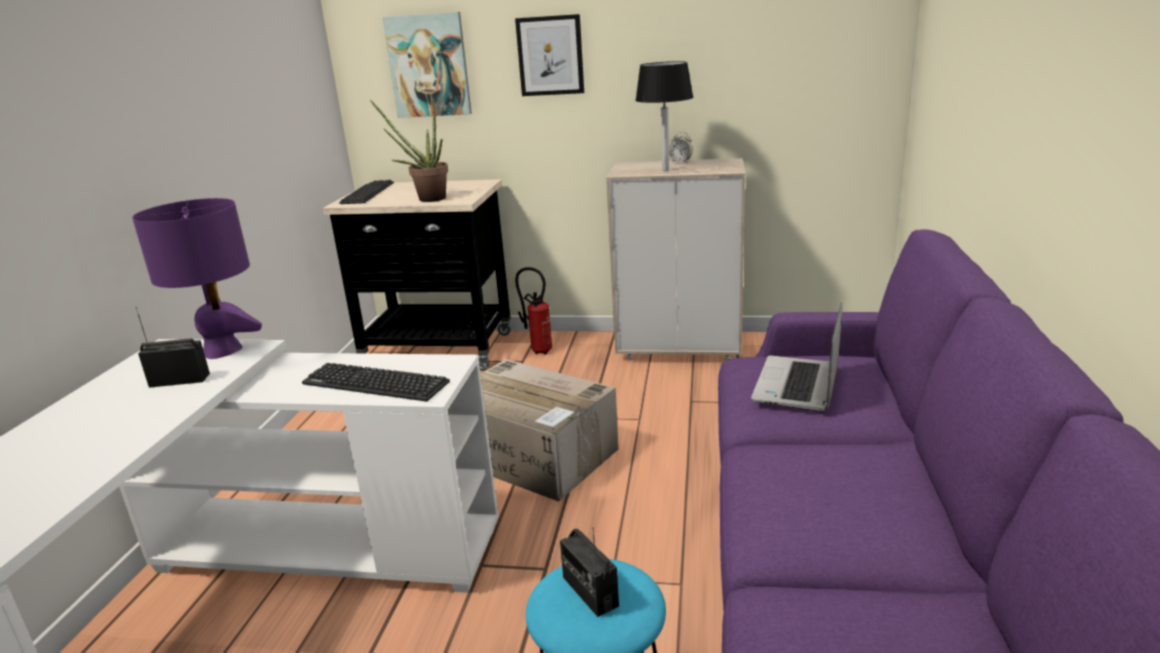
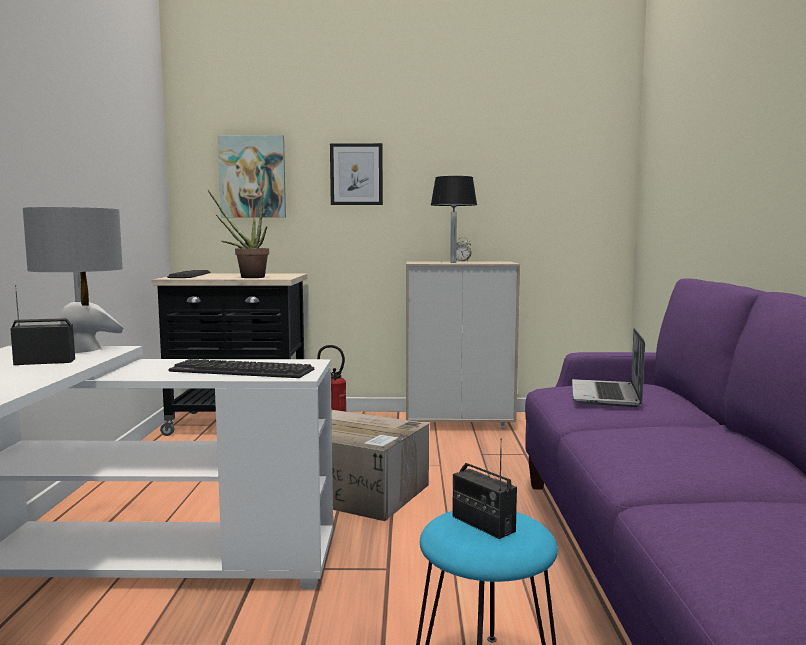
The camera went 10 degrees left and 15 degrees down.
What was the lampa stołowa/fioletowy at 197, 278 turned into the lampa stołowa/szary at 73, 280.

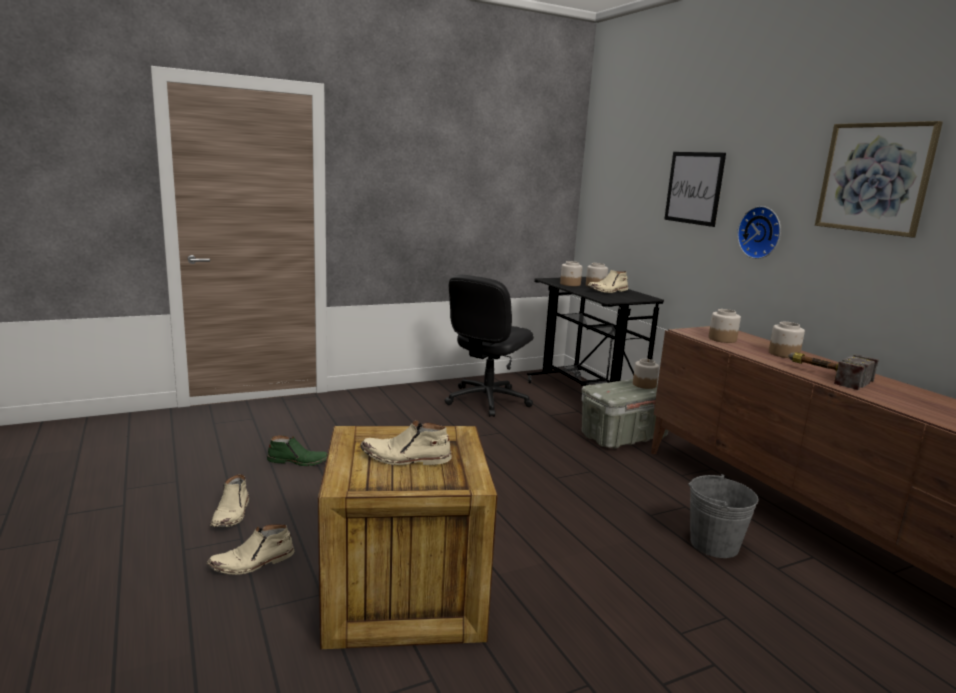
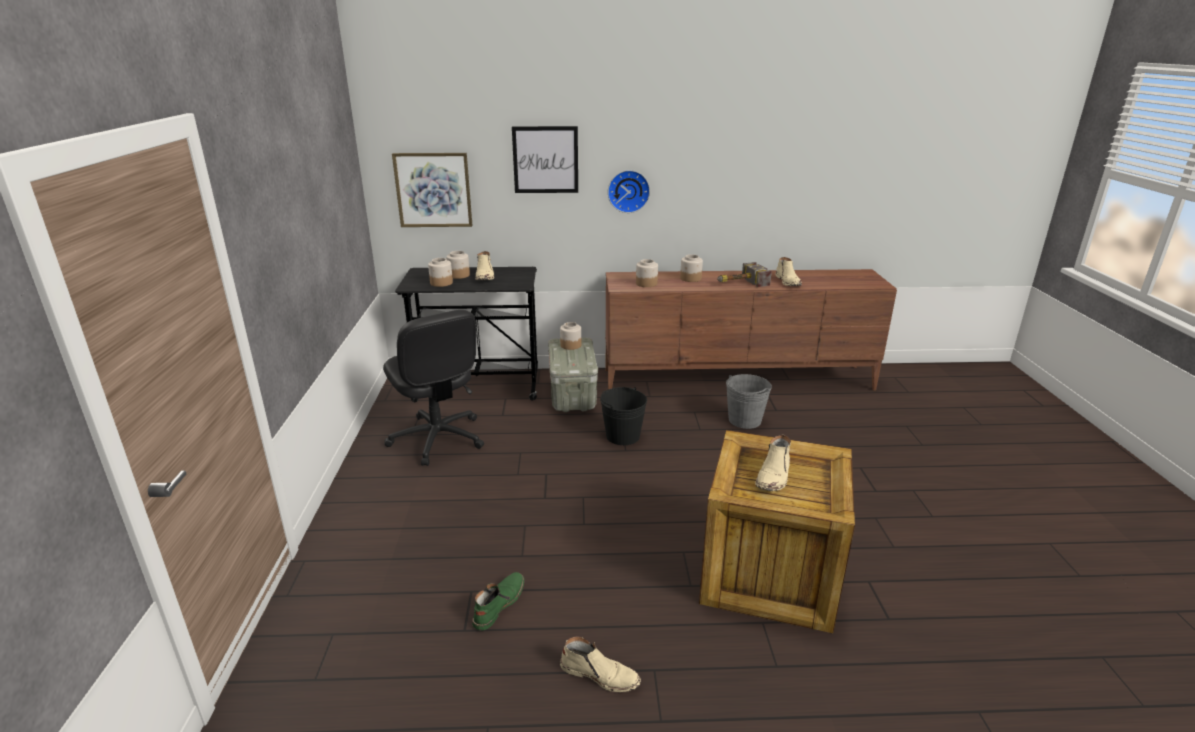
The camera went 65 degrees left and 10 degrees up.
The but z cholewką/beżowy ended up elsewhere, having gone from 250, 549 to 789, 271.
The obraz ended up elsewhere, having gone from 879, 179 to 432, 190.
The second view gained the wiadro/czarny at 623, 416.

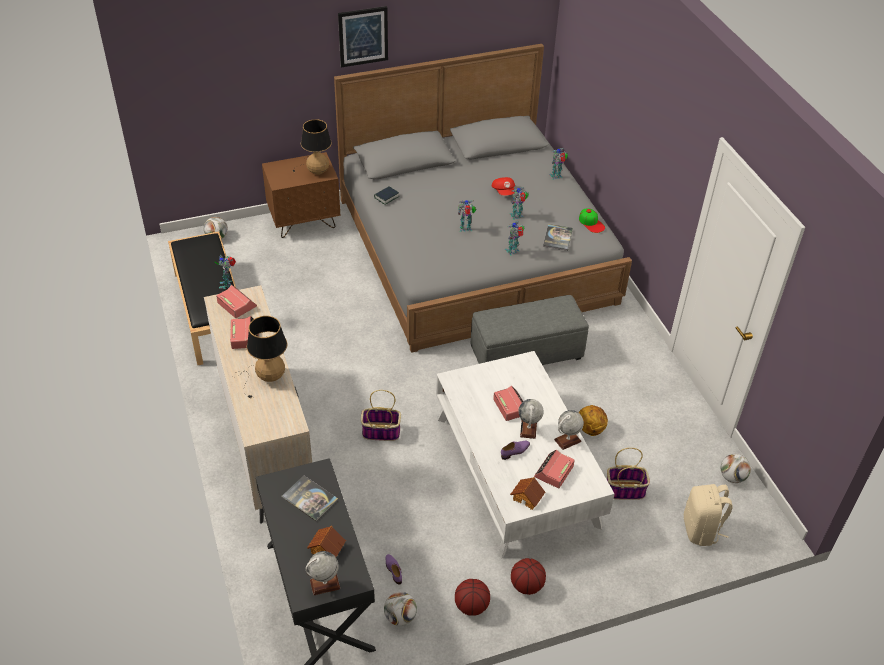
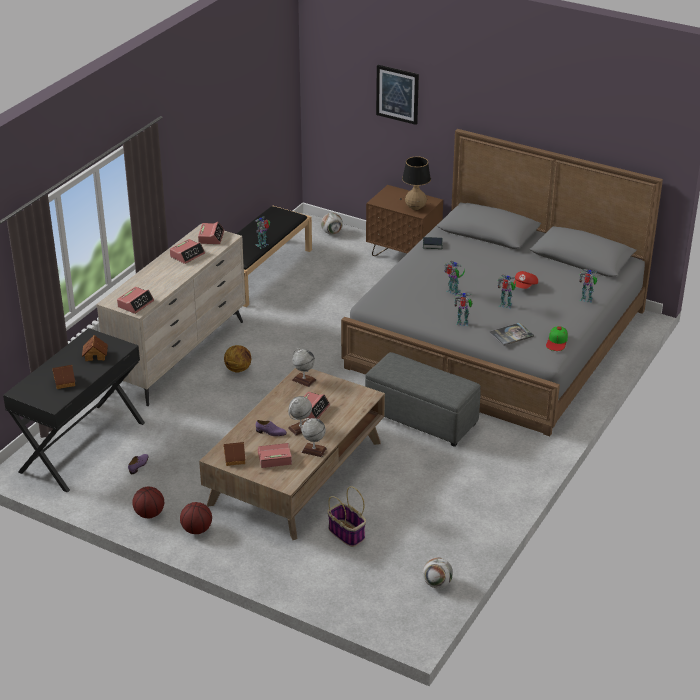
The camera went 50 degrees right and 10 degrees down.
The second view lost the lampa stołowa at 262, 357.
Where the książka stood at 309, 498, the domek came to stand at 95, 348.
The globus ended up elsewhere, having gone from 322, 573 to 304, 367.
The obraz ended up elsewhere, having gone from 363, 36 to 397, 95.
The second view lost the koszyk at 381, 415.
The second view lost the piłka futbolowa at 400, 609.
What was the ława/biały at 525, 454 turned into the ława/brązowy at 292, 454.
The piłka do koszykówki ended up elsewhere, having gone from 593, 420 to 237, 359.
The second view lost the plecak/beżowy at 708, 515.
The second view gained the budzik at 135, 300.

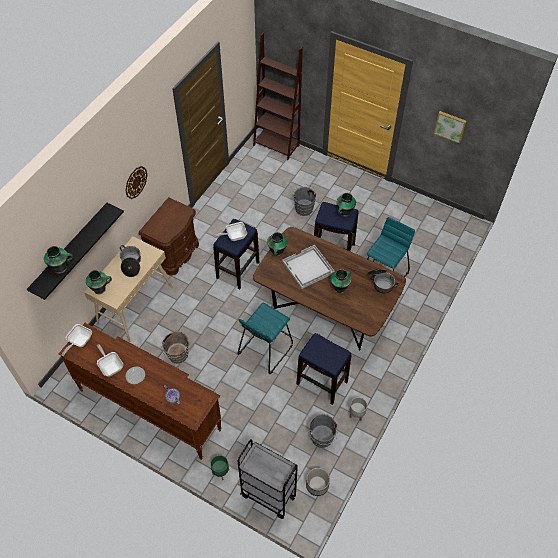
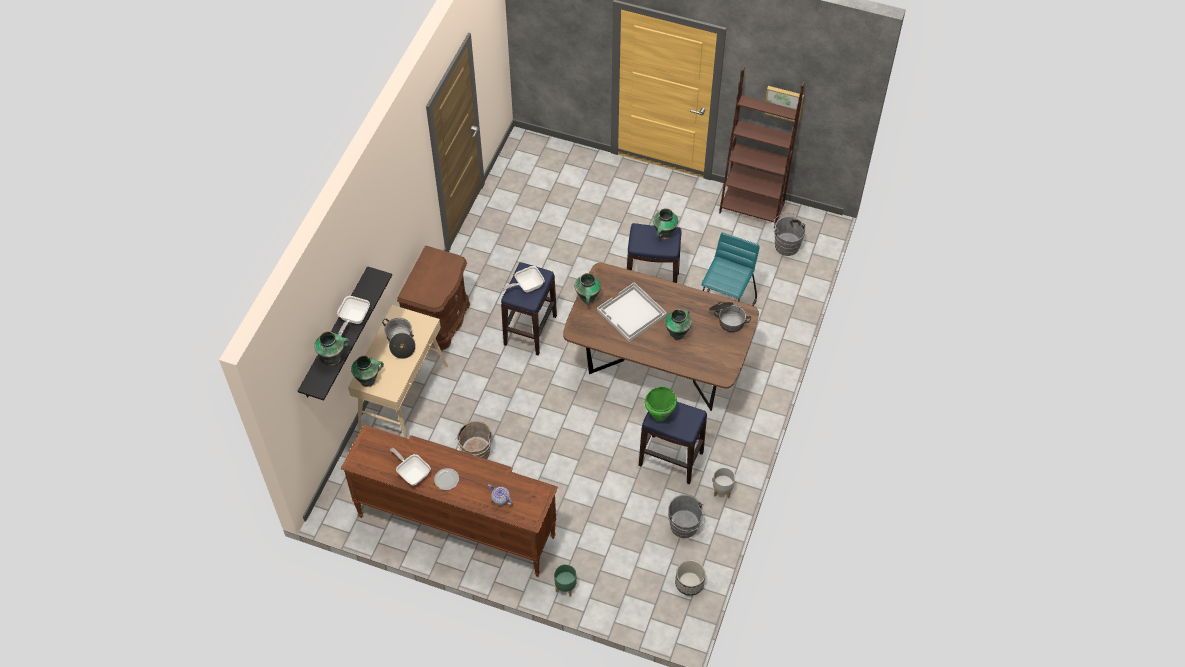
The camera went 10 degrees left and 0 degrees up.
The patelnia ended up elsewhere, having gone from 77, 340 to 353, 316.
The second view lost the zegar ścienny at 136, 182.
The second view lost the stołek/turkusowy at 265, 338.
The second view lost the wózek/szary at 268, 479.
The regał/brązowy ended up elsewhere, having gone from 278, 96 to 762, 147.
The wiadro/szary ended up elsewhere, having gone from 305, 200 to 790, 234.
The second view gained the garnek/zielony at 661, 404.

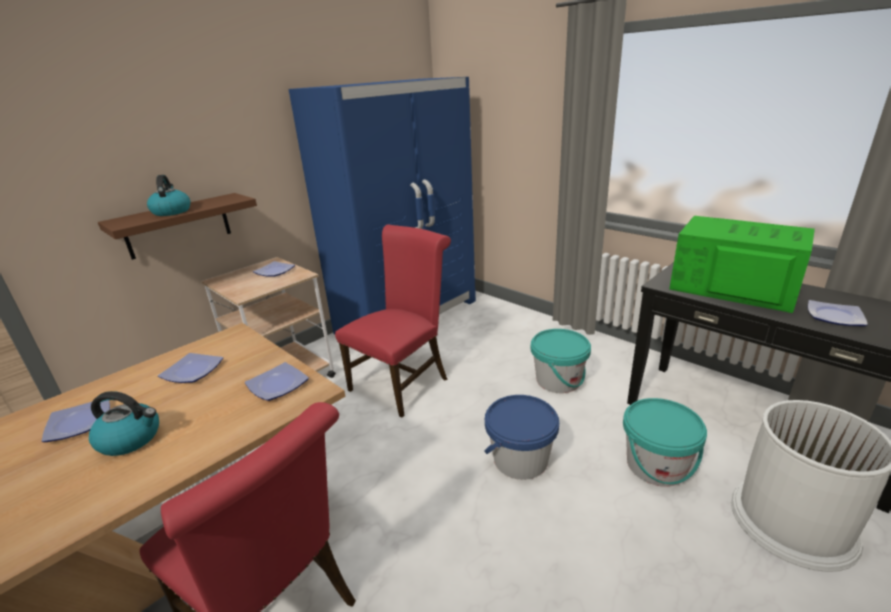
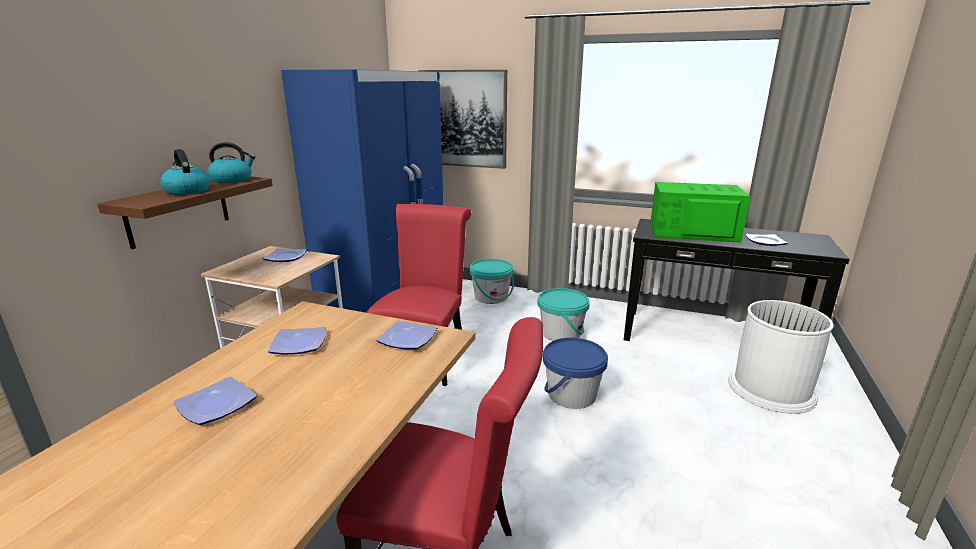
The camera went 25 degrees left and 5 degrees down.
The czajnik ended up elsewhere, having gone from 124, 423 to 232, 162.
The wiadro/turkusowy ended up elsewhere, having gone from 665, 442 to 491, 281.
The second view gained the obraz at 462, 119.

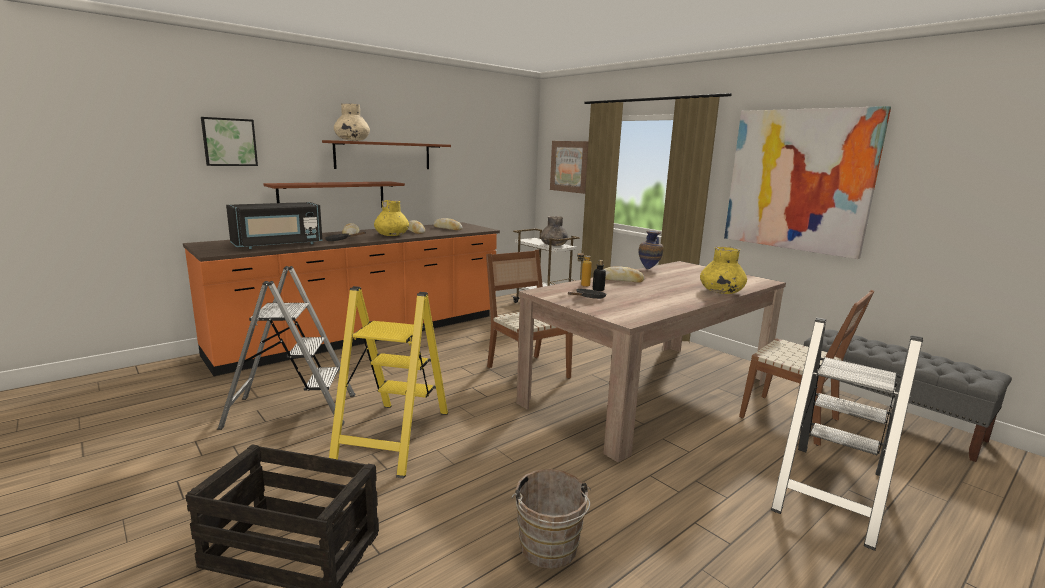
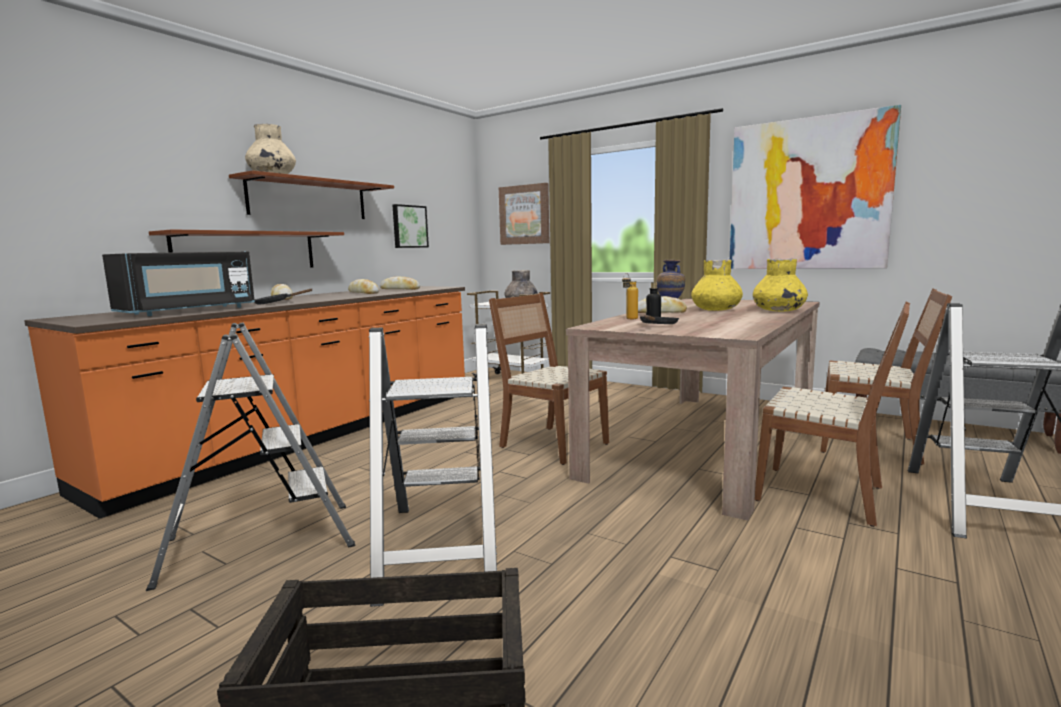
The camera went 15 degrees left and 5 degrees down.
The obraz ended up elsewhere, having gone from 229, 141 to 410, 226.
What was the drabinka/żółty at 388, 382 turned into the drabinka/szary at 433, 465.
The wazon/żółty ended up elsewhere, having gone from 391, 218 to 717, 285.
The second view lost the wiadro/brązowy at 551, 519.
The second view gained the krzesło at 832, 414.

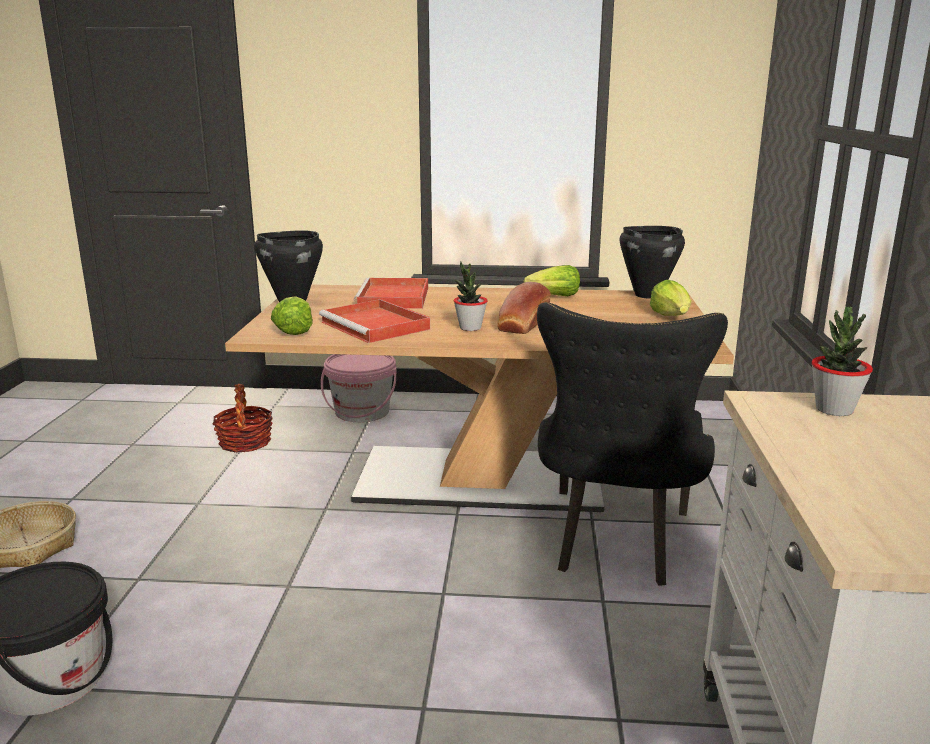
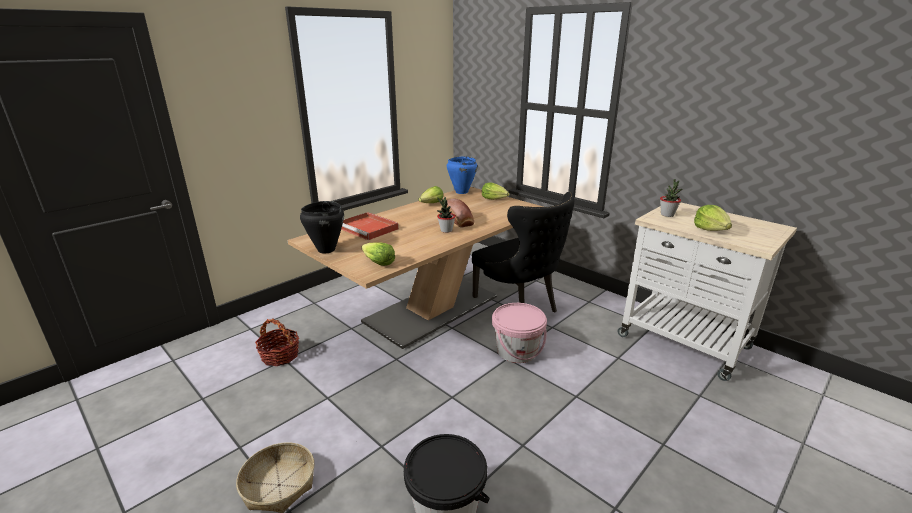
The camera went 50 degrees left and 5 degrees up.
The second view lost the taca/czerwony at 374, 321.
The wiadro/różowy ended up elsewhere, having gone from 359, 388 to 519, 333.
What was the garnek/czarny at 652, 262 turned into the garnek/niebieski at 462, 175.
The second view gained the sałata at 713, 218.

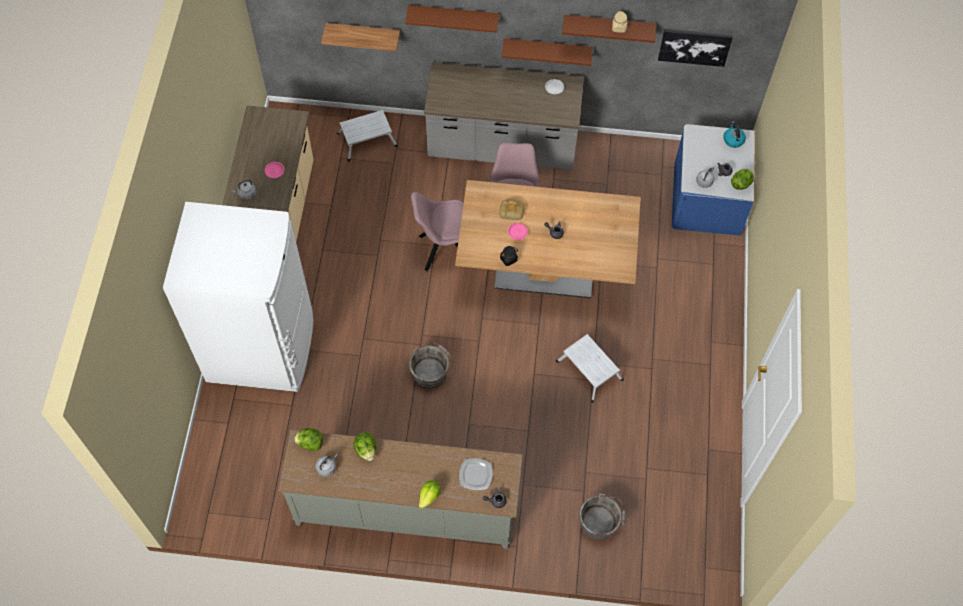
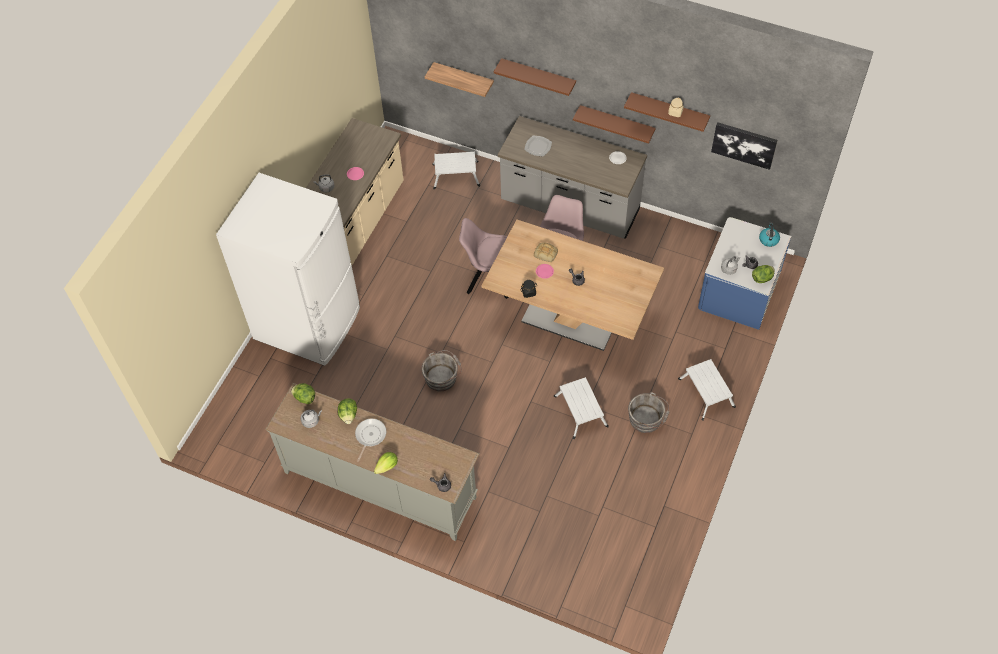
The camera went 20 degrees right and 5 degrees down.
The talerz ended up elsewhere, having gone from 476, 474 to 538, 146.
The wiadro/szary ended up elsewhere, having gone from 602, 517 to 648, 412.
The second view gained the patelnia at 371, 440.
The second view gained the drabinka/biały at 707, 390.

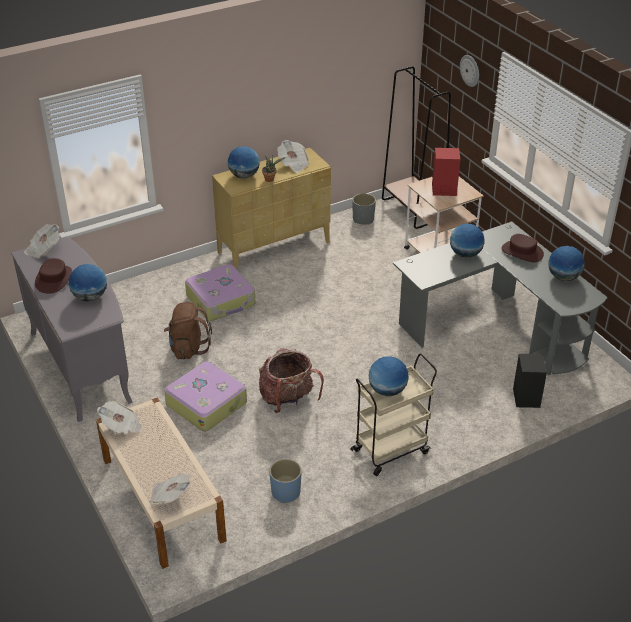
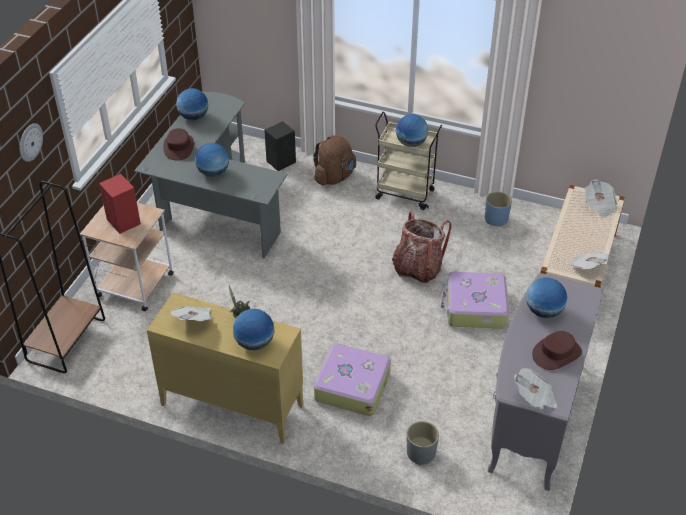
The camera went 130 degrees left and 5 degrees up.
The plecak/brązowy ended up elsewhere, having gone from 188, 331 to 334, 160.
The donica/szary ended up elsewhere, having gone from 364, 209 to 423, 443.

